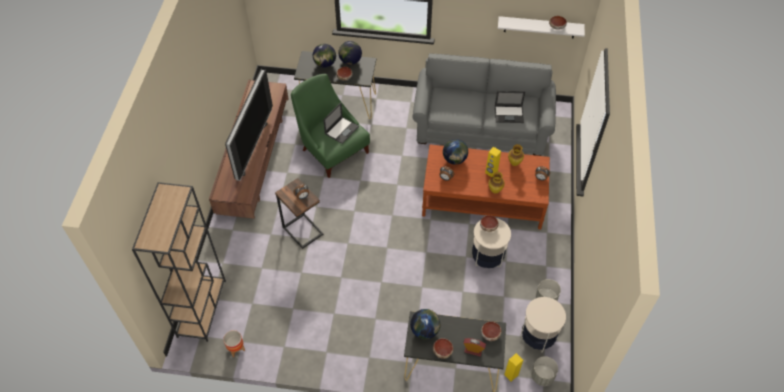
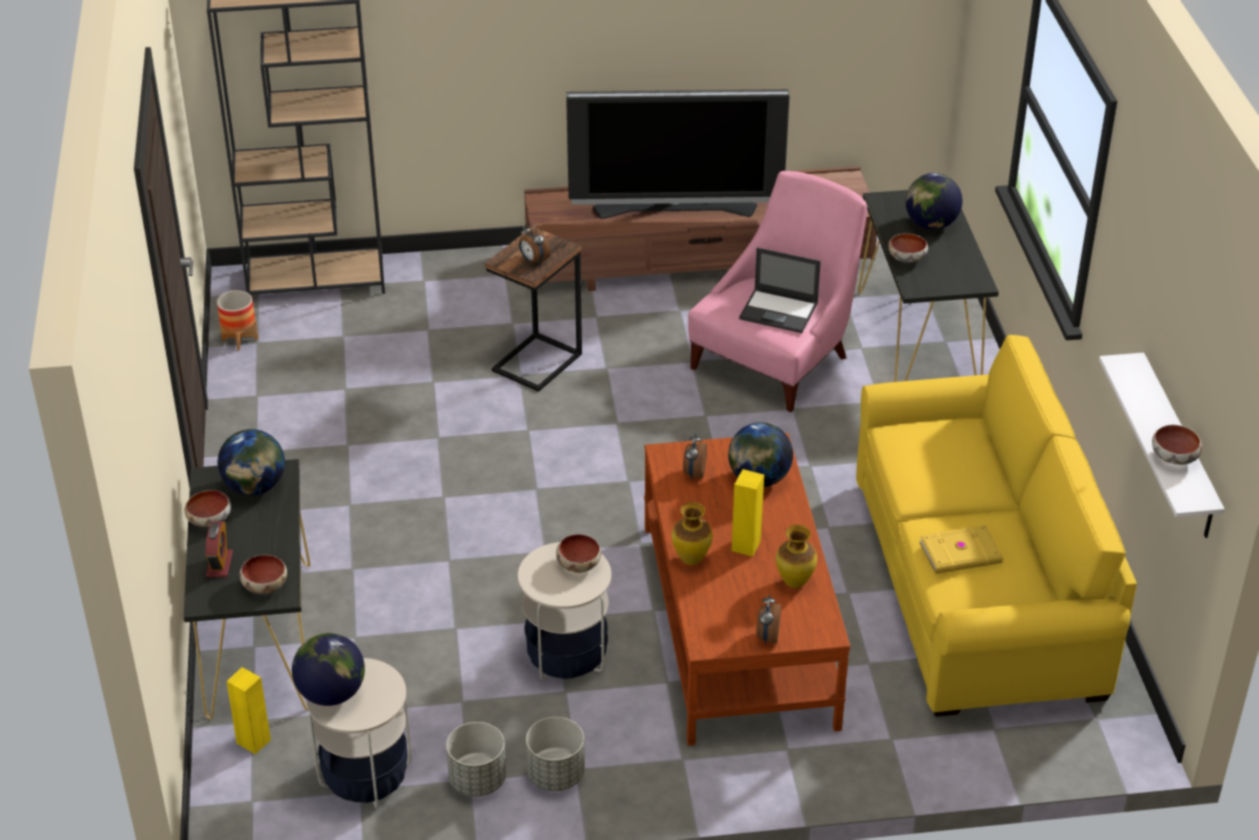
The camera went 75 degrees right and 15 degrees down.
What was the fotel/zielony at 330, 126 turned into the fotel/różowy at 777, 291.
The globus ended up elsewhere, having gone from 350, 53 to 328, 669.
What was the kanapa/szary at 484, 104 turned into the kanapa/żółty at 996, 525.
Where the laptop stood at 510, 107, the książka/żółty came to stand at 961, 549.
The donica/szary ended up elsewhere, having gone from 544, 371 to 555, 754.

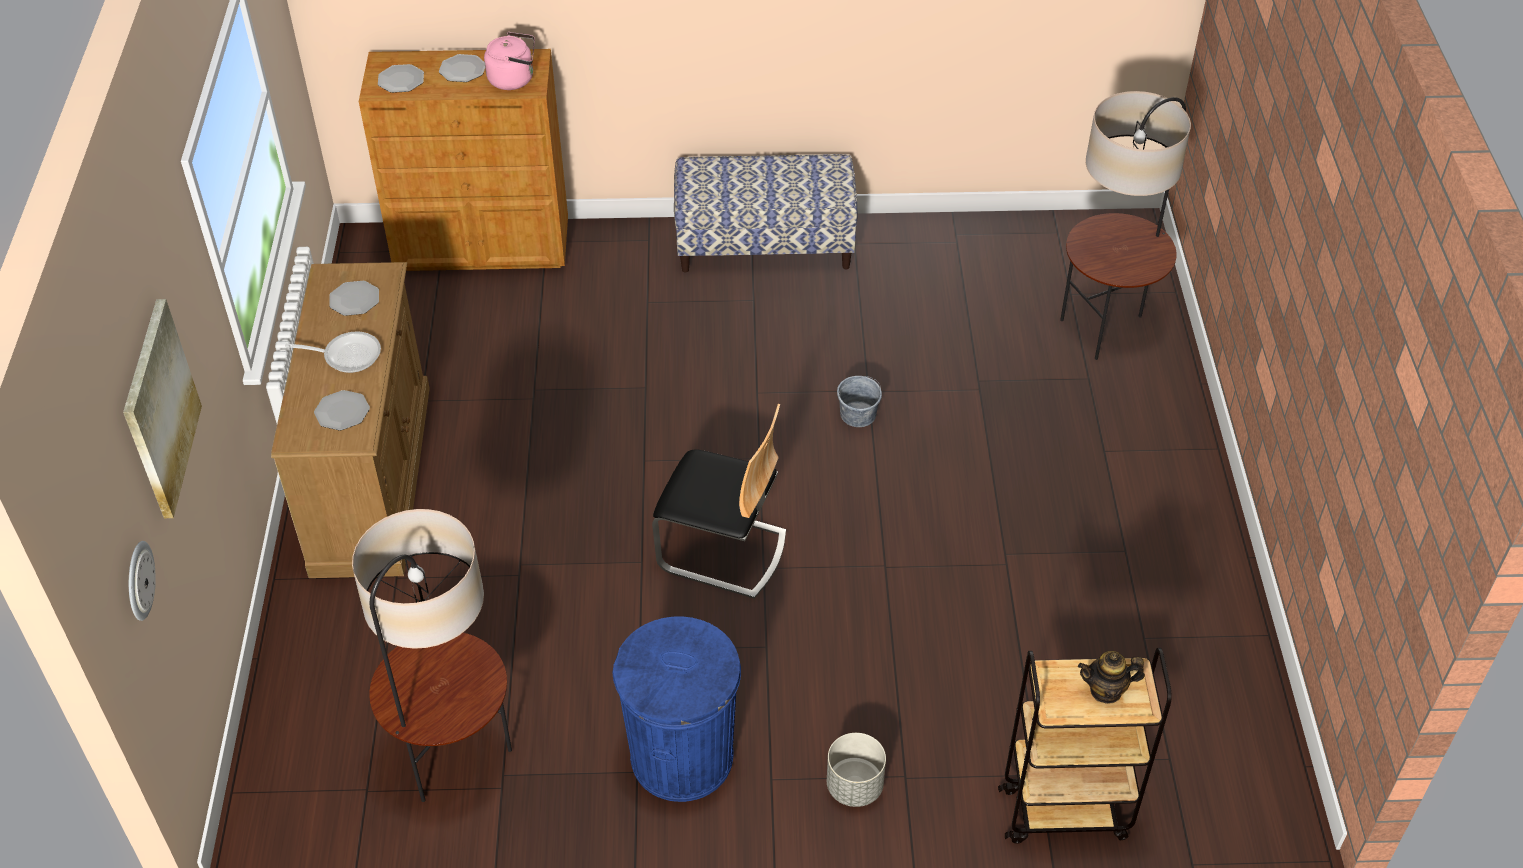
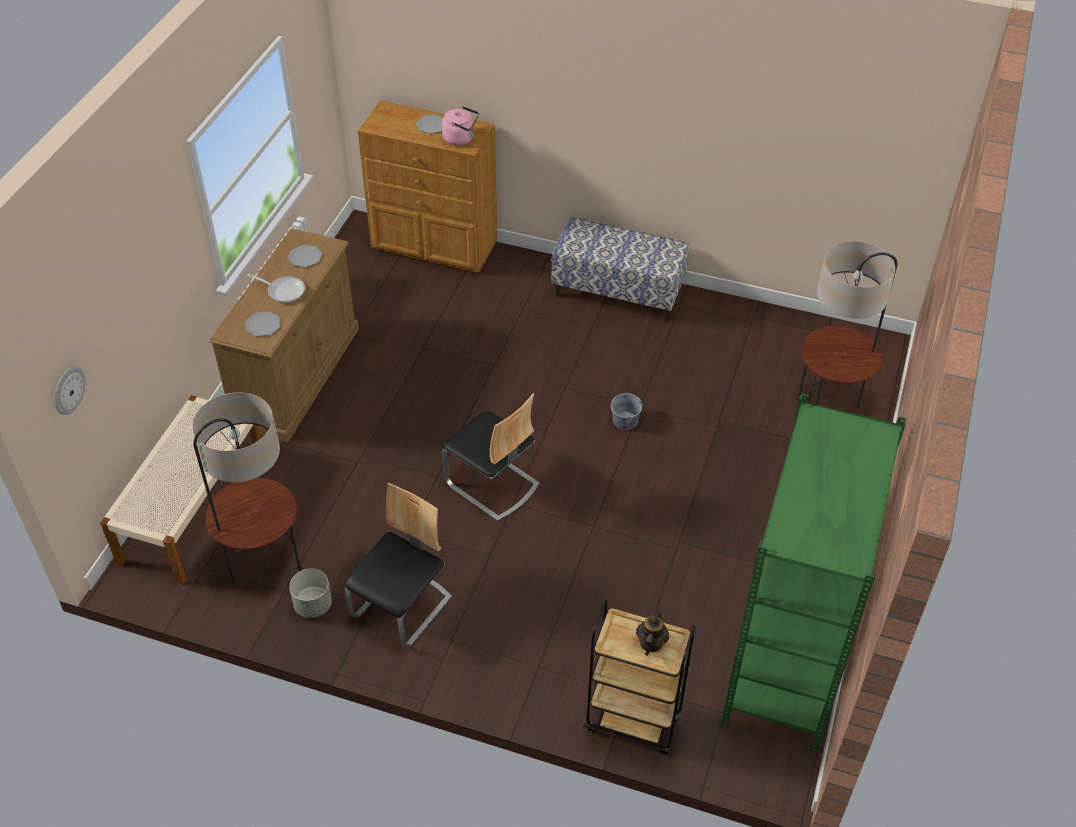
The camera went 20 degrees right and 0 degrees up.
The second view lost the obraz at 162, 408.
The second view lost the talerz at 401, 78.
Where the kosz na śmieci/niebieski stood at 676, 709, the krzesło came to stand at 398, 565.
The donica/szary ended up elsewhere, having gone from 856, 770 to 310, 593.
The imbryk at 1111, 677 ended up facing another way, 90 degrees clockwise from before.
The second view gained the ławka/beżowy at 180, 489.
The second view gained the regał/zielony at 814, 572.

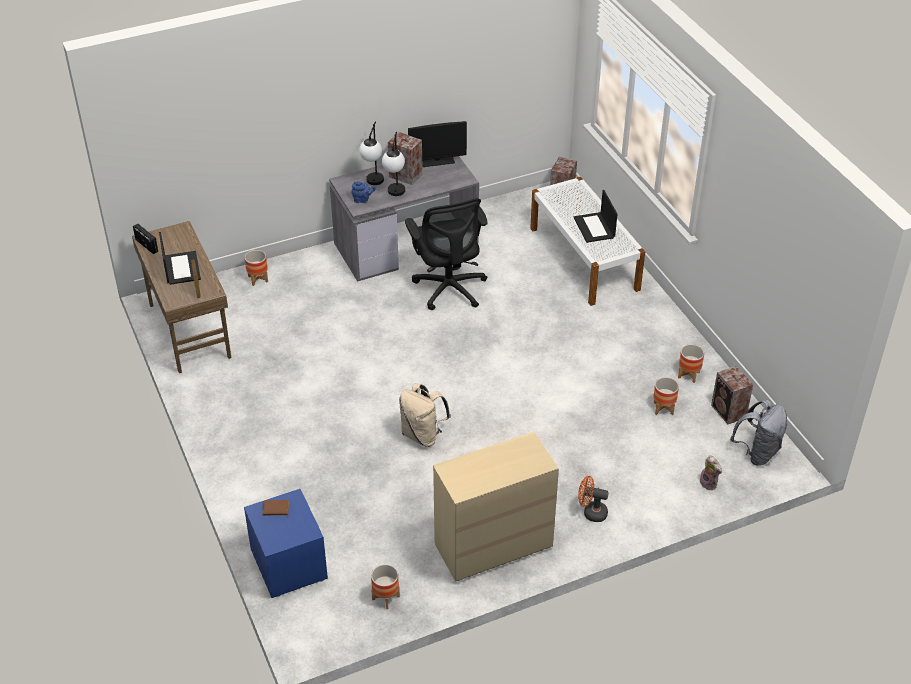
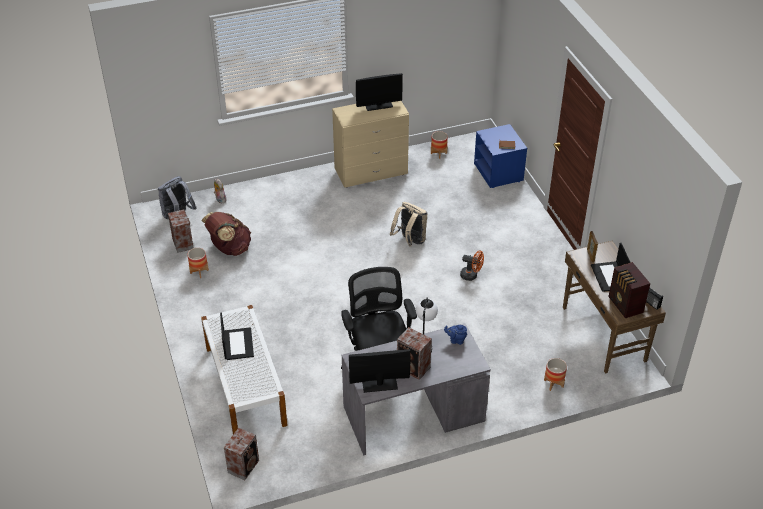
The camera went 175 degrees left and 0 degrees up.
The second view lost the lampa stołowa at 371, 153.
The wentylator/pomarańczowy ended up elsewhere, having gone from 593, 499 to 472, 265.
Where the donica stood at 666, 396, the plecak/brązowy came to stand at 226, 234.
The second view gained the monitor at 379, 92.
The second view gained the radio at 629, 290.

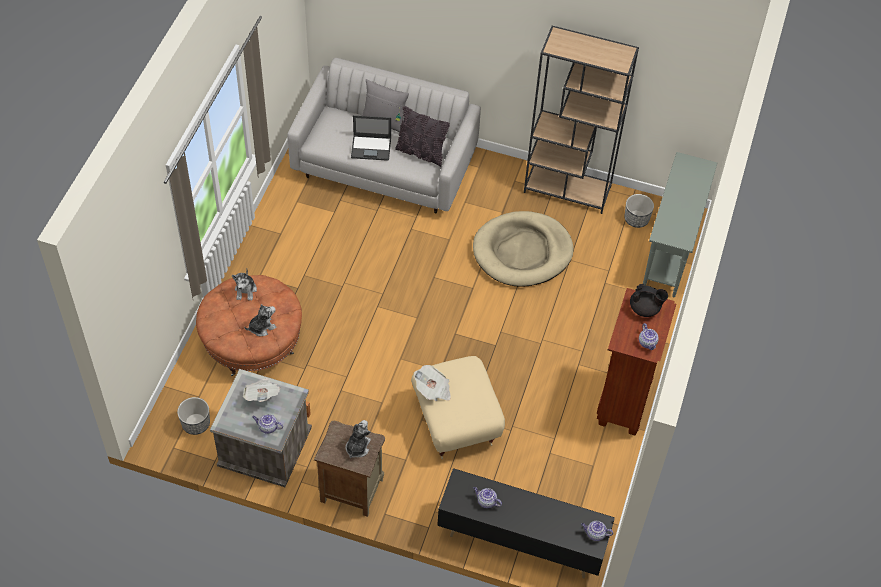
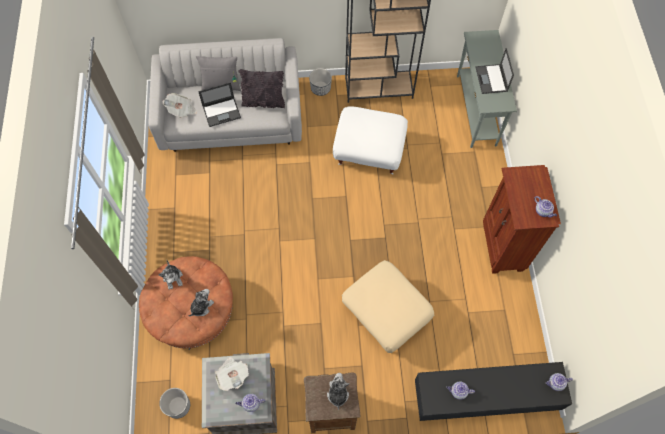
The camera went 20 degrees left and 10 degrees up.
The gazeta ended up elsewhere, having gone from 432, 383 to 180, 105.
Where the legowisko/beżowy stood at 523, 249, the pufa/biały came to stand at 370, 140.
The donica ended up elsewhere, having gone from 639, 211 to 320, 82.
The second view lost the imbryk/czarny at 649, 300.
The second view gained the laptop at 494, 71.

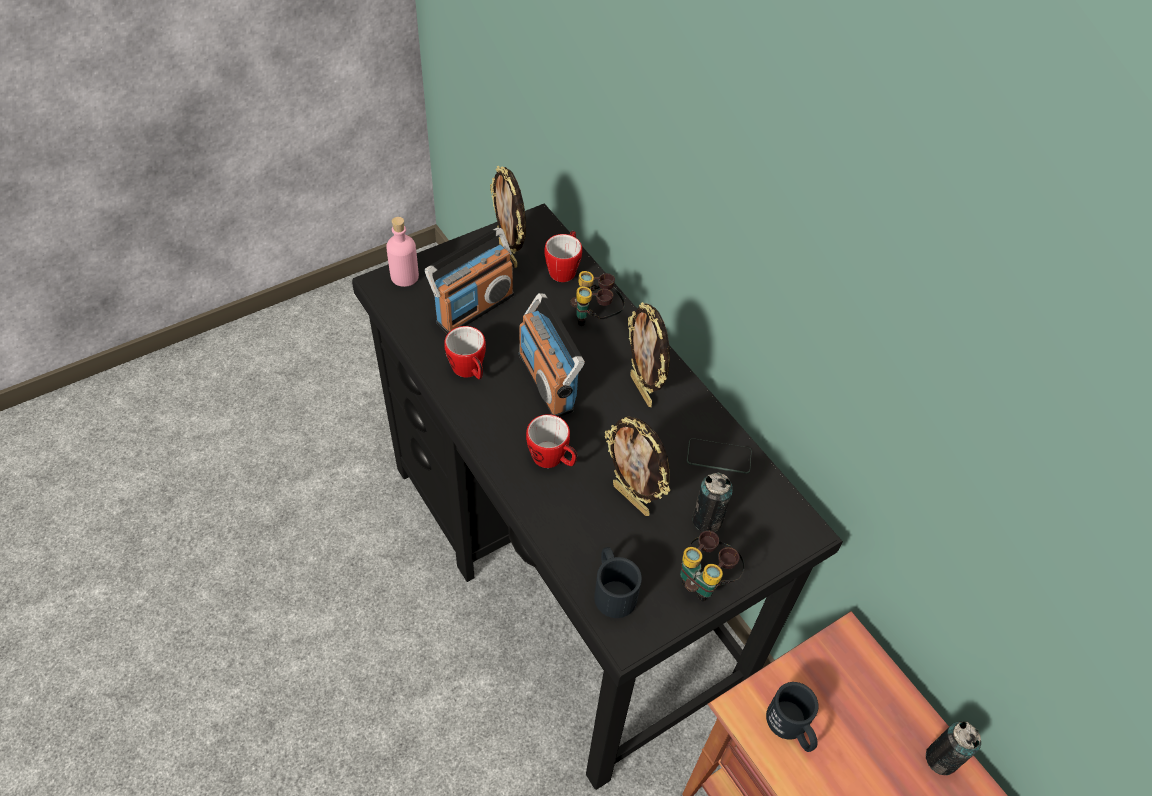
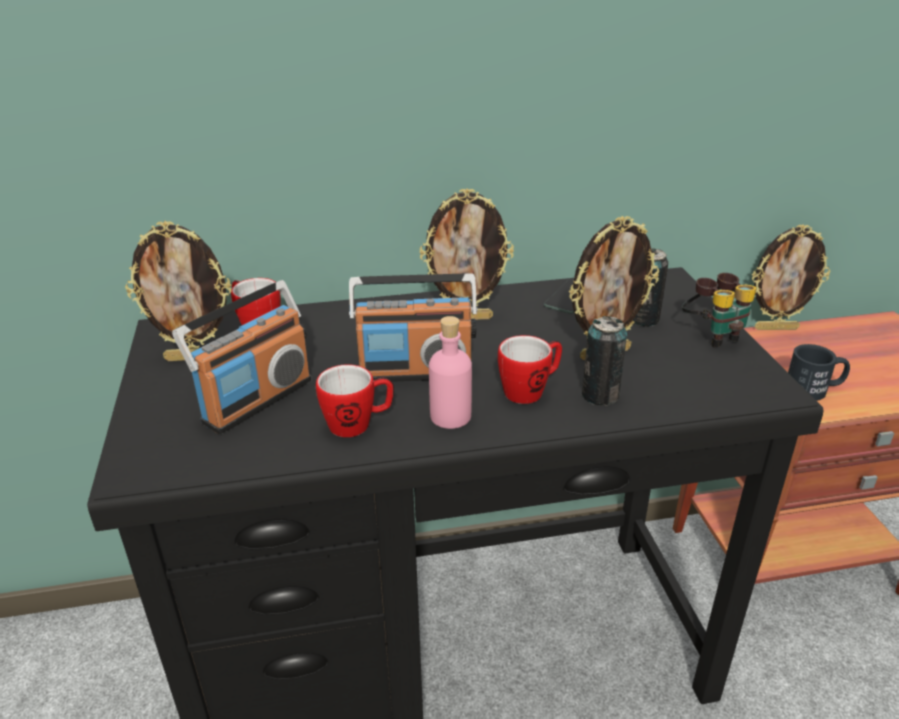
The camera went 65 degrees left and 20 degrees down.
The butelka/różowy ended up elsewhere, having gone from 402, 252 to 450, 372.
The radio at 469, 280 ended up facing another way, 60 degrees clockwise from before.
The second view lost the lornetka at 597, 298.
The second view lost the kubek/czarny at 618, 582.
The puszka ended up elsewhere, having gone from 953, 748 to 604, 361.
The second view gained the ramka na zdjęcie at 791, 277.

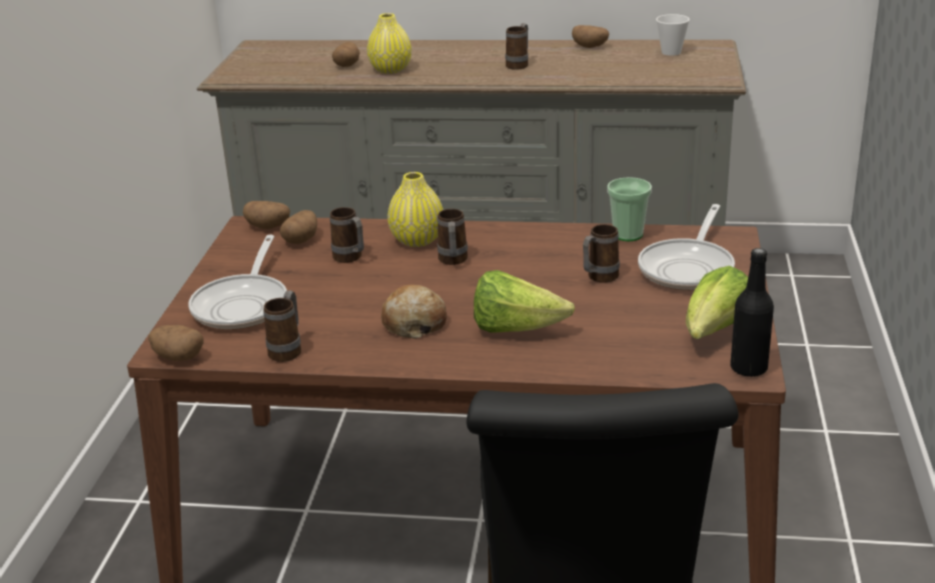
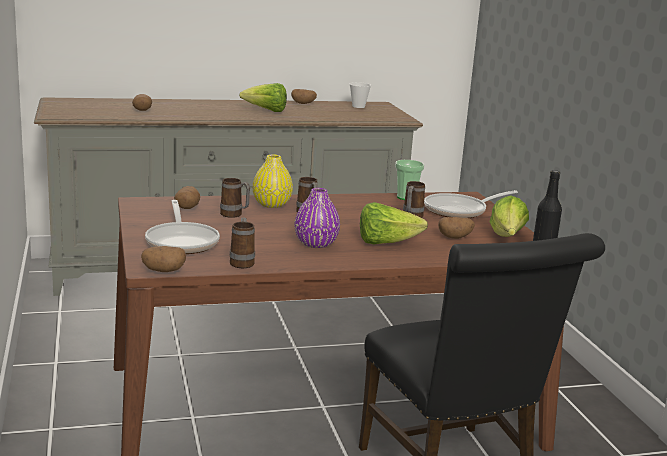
The camera went 25 degrees left and 10 degrees down.
The ziemniak ended up elsewhere, having gone from 266, 215 to 456, 228.
The second view lost the wazon/żółty at 389, 43.
Where the chleb stood at 414, 312, the wazon/fioletowy came to stand at 317, 218.
Where the kubek stood at 516, 46, the sałata came to stand at 263, 97.
The patelnia at 686, 247 ended up facing another way, 60 degrees clockwise from before.

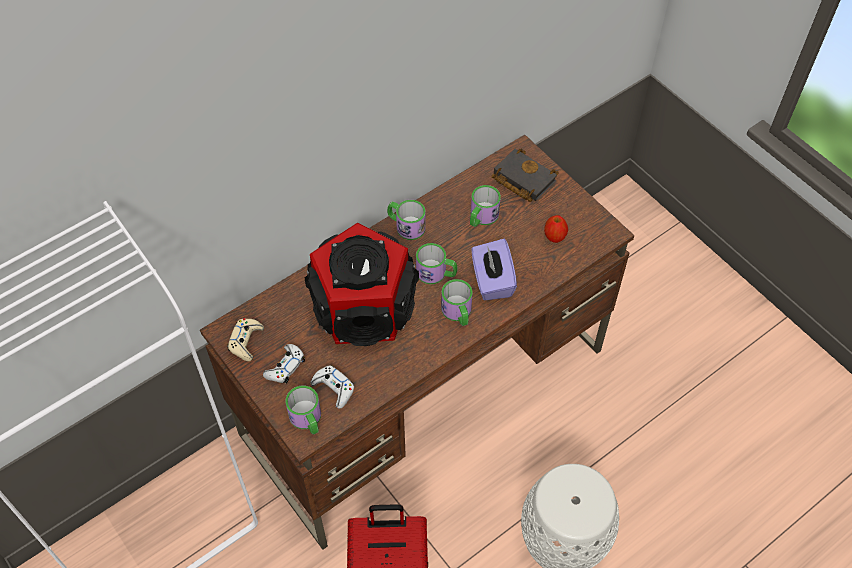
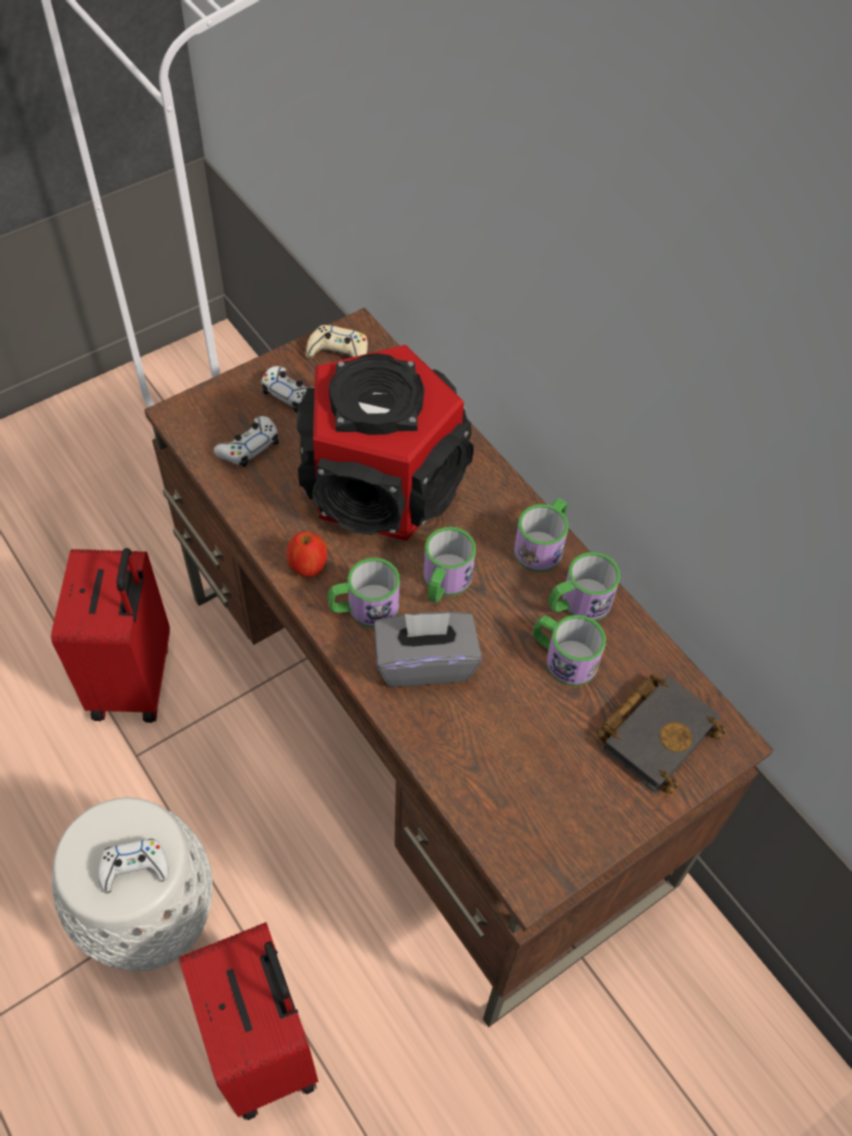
The camera went 90 degrees right and 0 degrees up.
The kubek ended up elsewhere, having gone from 303, 410 to 584, 586.
What was the pudełko chusteczek/fioletowy at 494, 269 turned into the pudełko chusteczek/szary at 428, 649.
The jabłko ended up elsewhere, having gone from 556, 229 to 307, 554.
The second view gained the pad do gier/biały at 133, 866.
The second view gained the walizka/czerwony at 248, 1021.

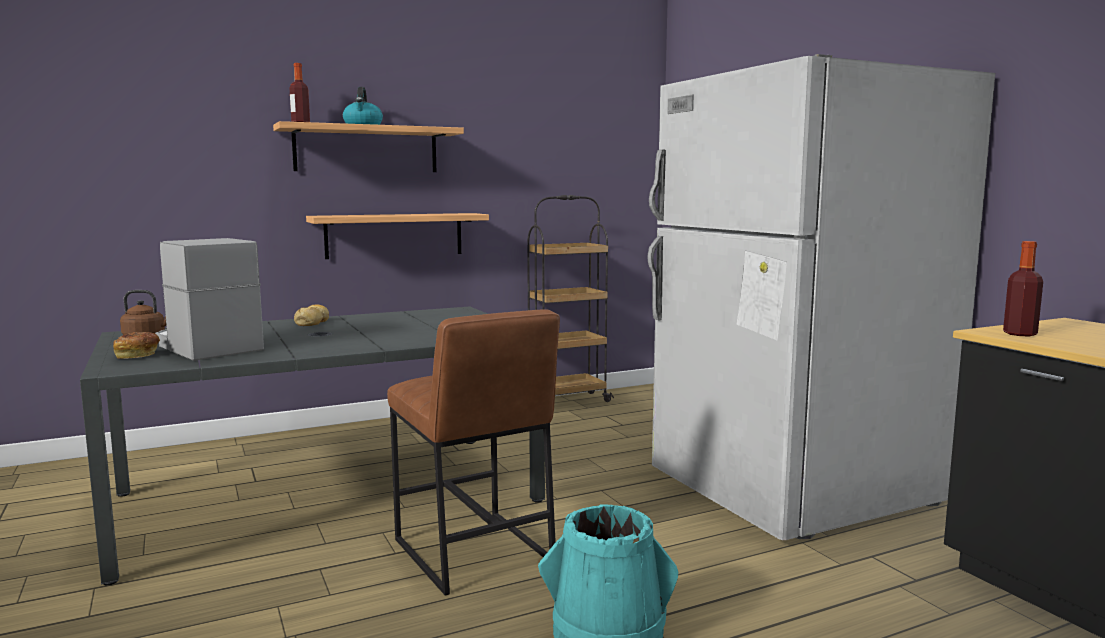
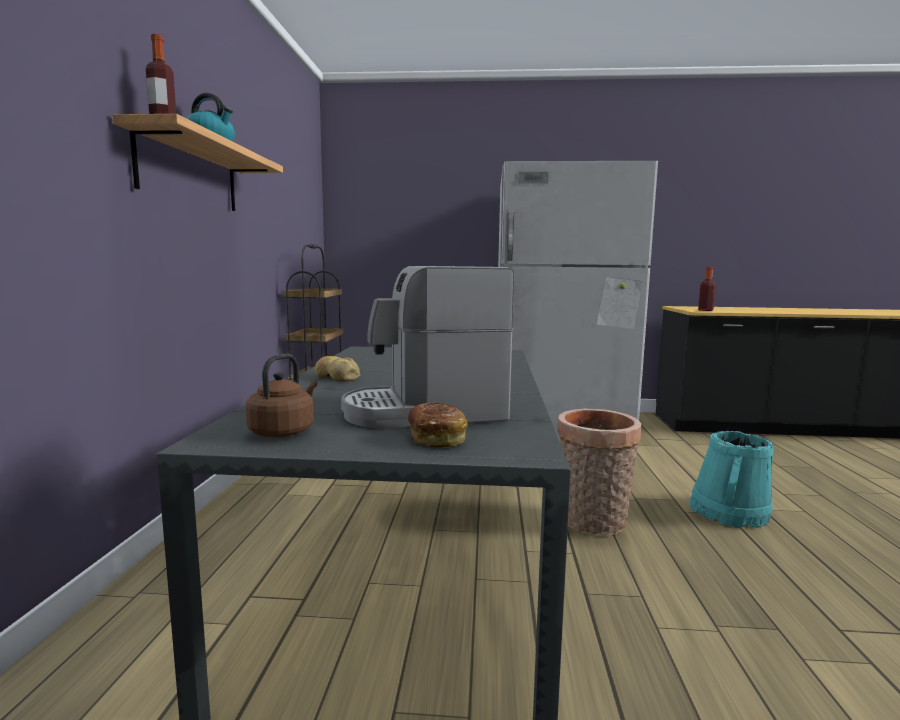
The camera went 60 degrees left and 0 degrees up.
The second view lost the półka at 397, 236.
Where the krzesło/brązowy stood at 473, 452, the koszyk came to stand at 599, 472.

